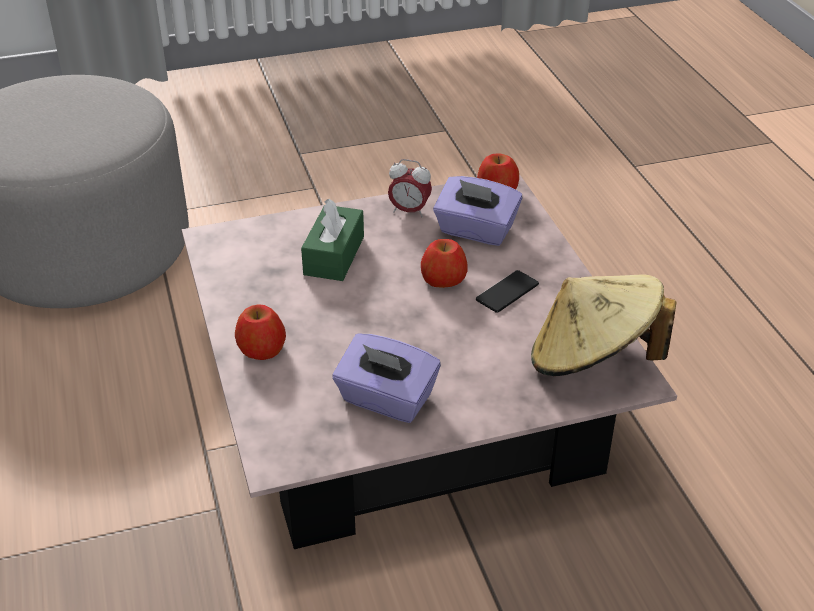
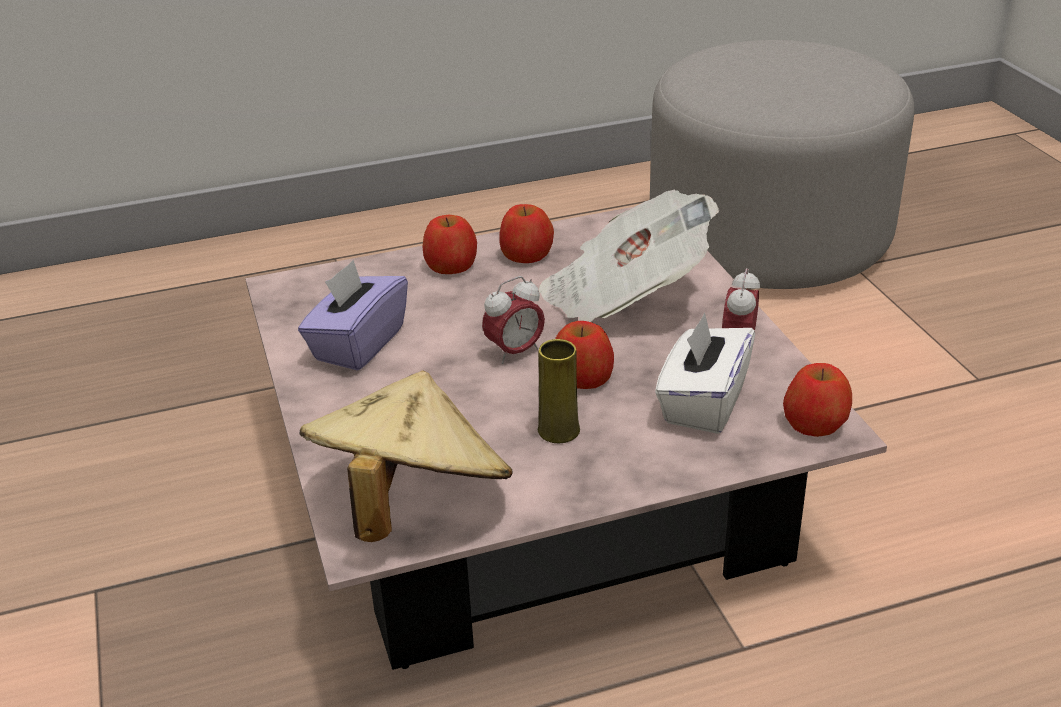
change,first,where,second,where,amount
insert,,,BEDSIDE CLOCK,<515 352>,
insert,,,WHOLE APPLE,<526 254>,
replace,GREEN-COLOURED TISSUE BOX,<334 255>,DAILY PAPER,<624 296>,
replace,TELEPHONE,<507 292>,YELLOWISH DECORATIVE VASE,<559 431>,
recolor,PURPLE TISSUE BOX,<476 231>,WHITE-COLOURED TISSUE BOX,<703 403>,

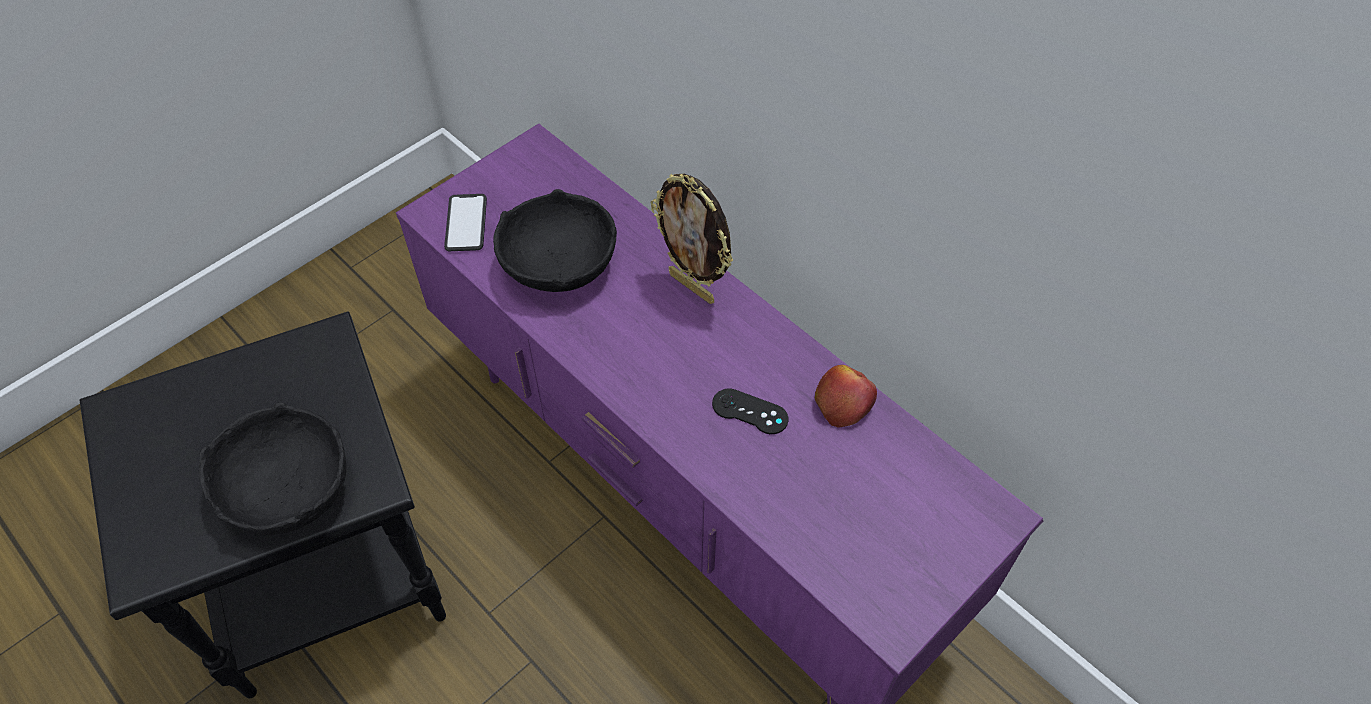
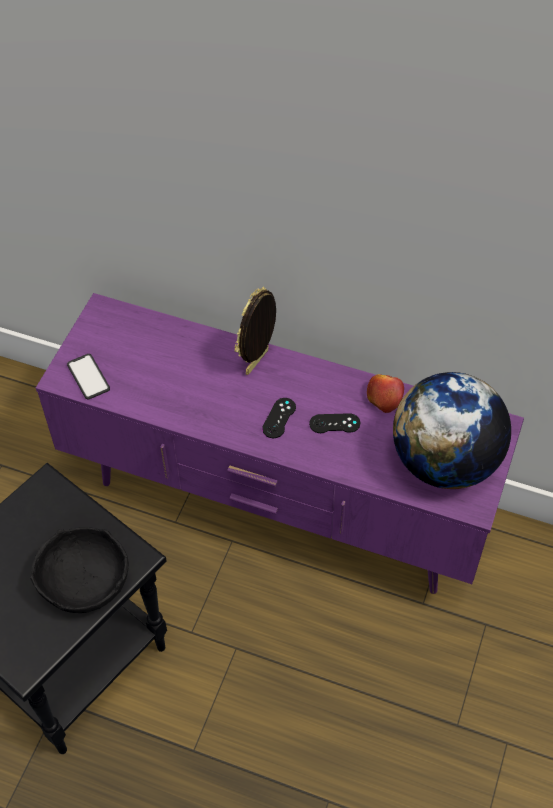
change,first,where,second,where,amount
delete,BLACKISH DEEP DISH,<560 265>,,,
insert,,,BLACKISH GAMEPAD,<279 418>,
insert,,,DESK GLOBE,<444 462>,
rotate,PICTURE FRAME,<693 287>,,<258 362>,105 degrees clockwise

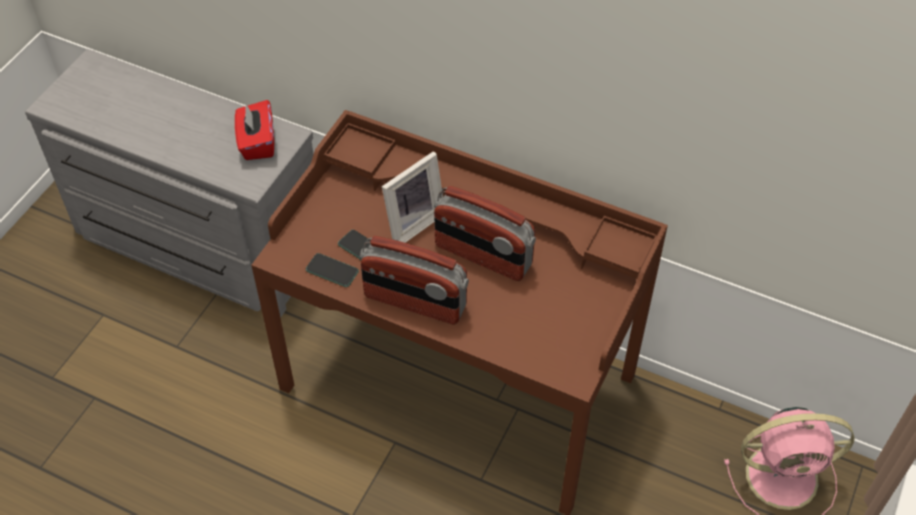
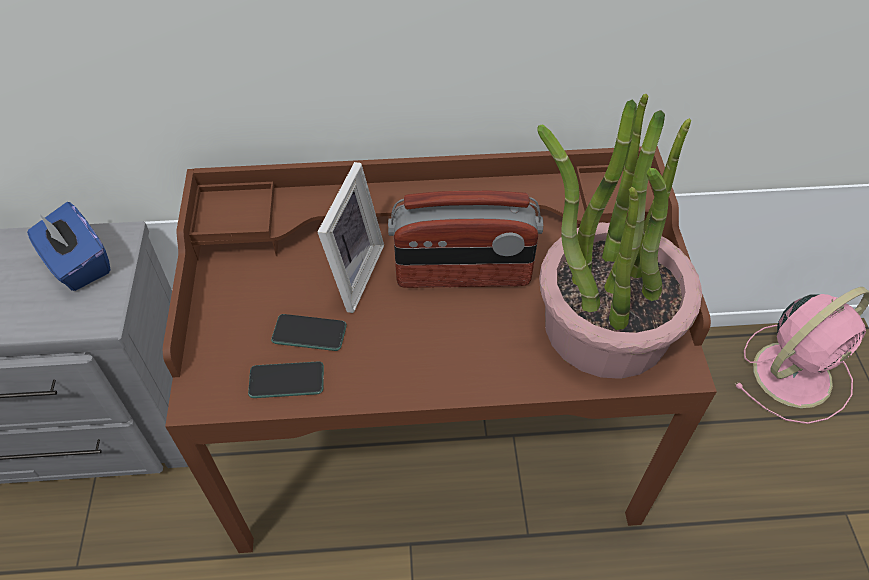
change,first,where,second,where,amount
delete,RADIO SET,<414 302>,,,
insert,,,POTTED PLANT,<604 325>,
recolor,RED TISSUE BOX,<257 143>,BLUISH TISSUE BOX,<78 264>,

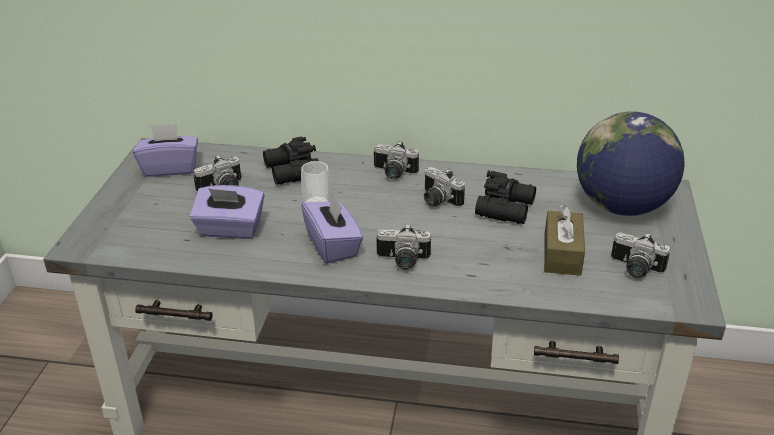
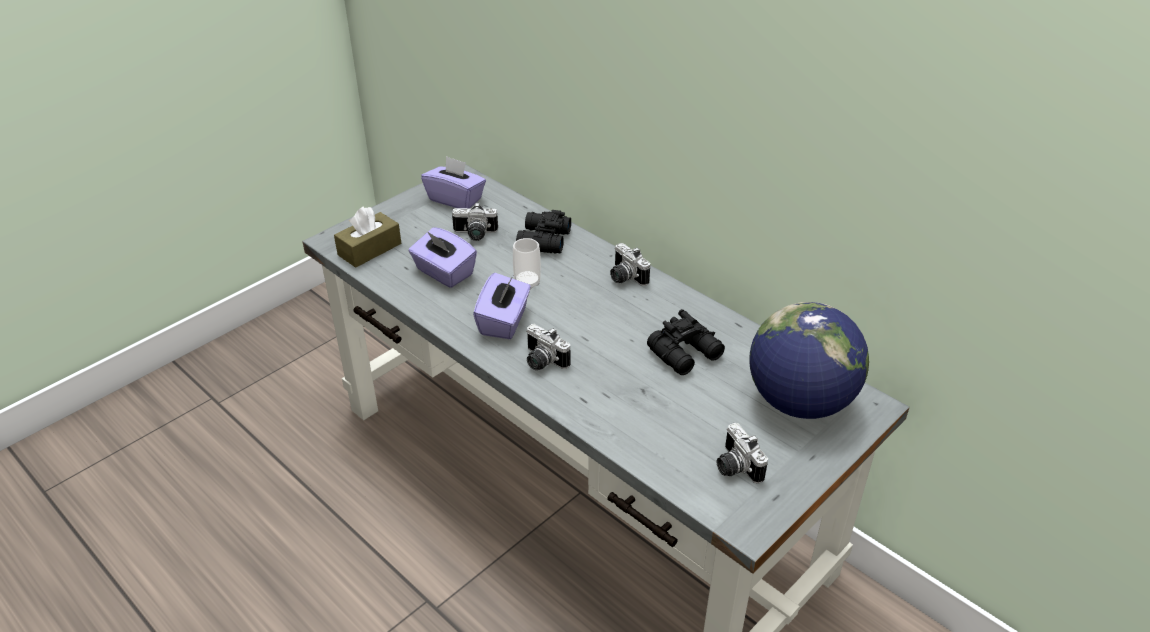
change,first,where,second,where,amount
delete,STILL CAMERA,<437 201>,,,
move,BROWN-COLOURED TISSUE BOX,<562 254>,,<369 249>,

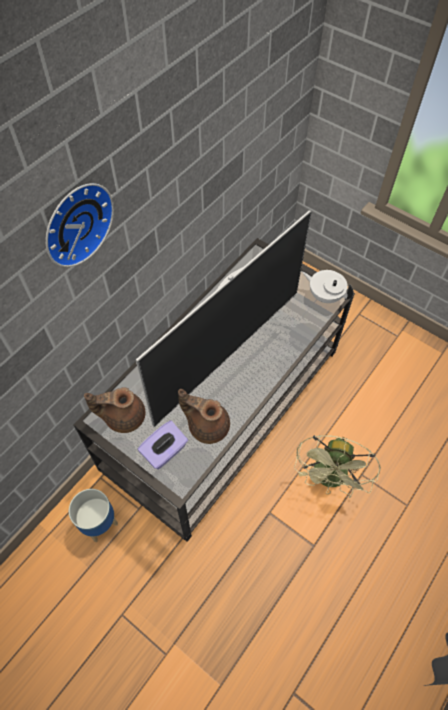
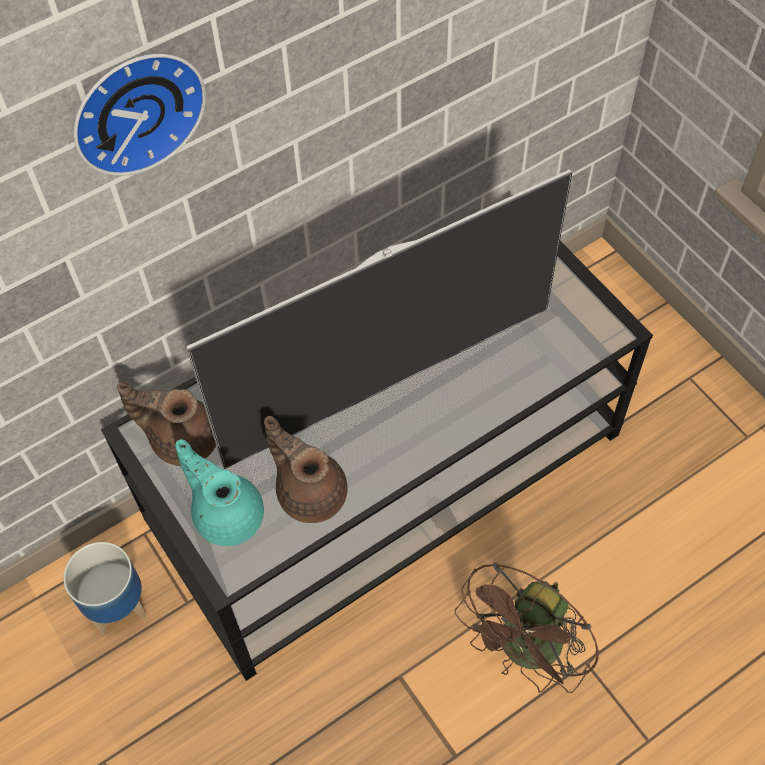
change,first,where,second,where,amount
delete,WHITE-COLOURED TEA POT,<325 295>,,,
replace,PURPLE TISSUE BOX,<165 451>,TURQUOISE-COLOURED TEA POT,<227 514>,
recolor,GREEN-COLOURED ELECTRIC FAN,<330 479>,BROWN-COLOURED ELECTRIC FAN,<526 653>,

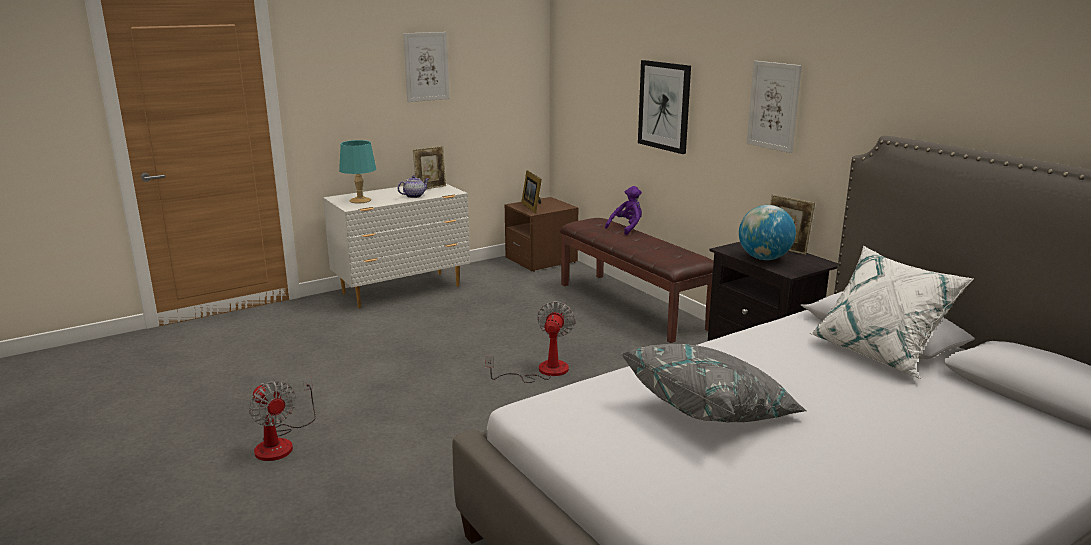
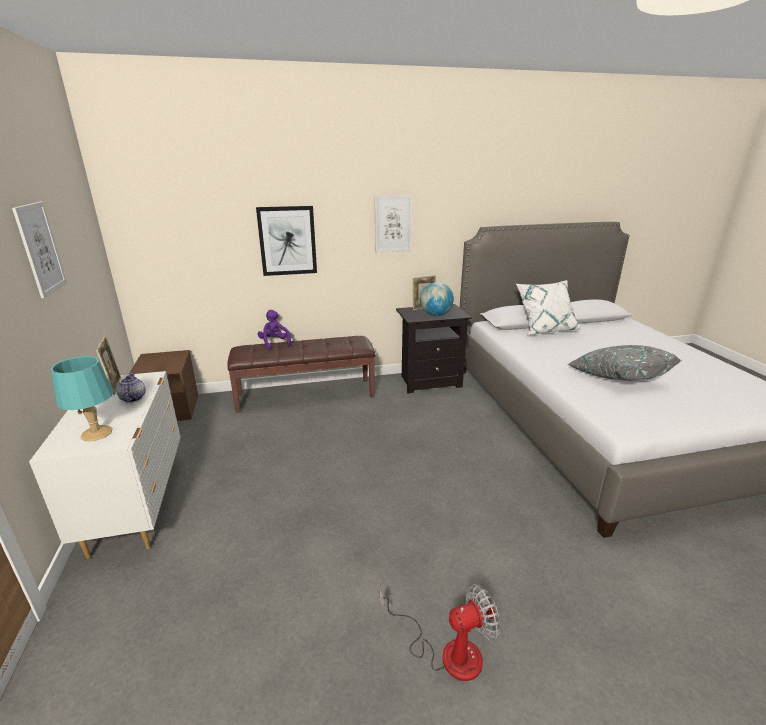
change,first,where,second,where,amount
delete,ELECTRIC FAN,<542 371>,,,
delete,PICTURE FRAME,<533 207>,,,

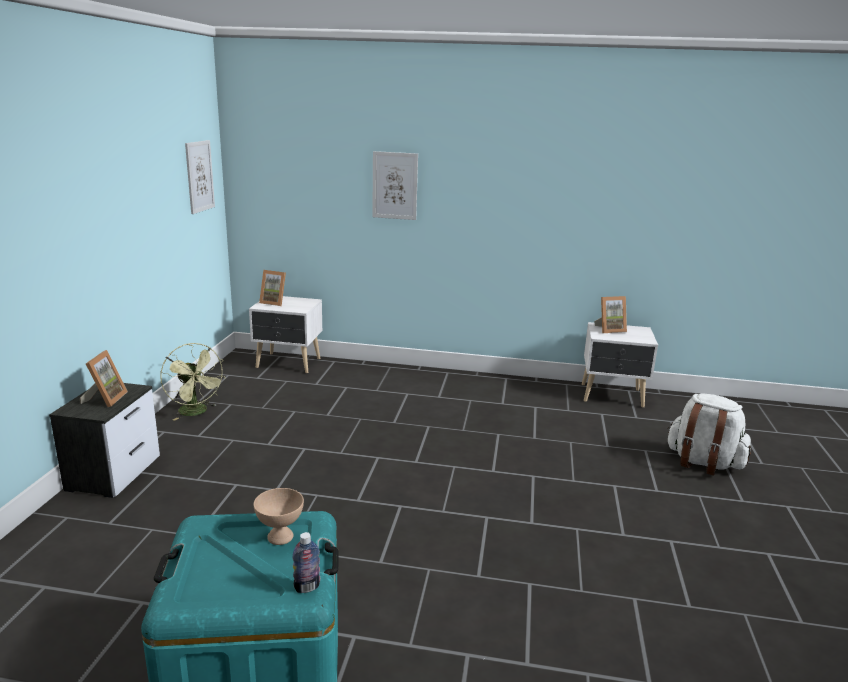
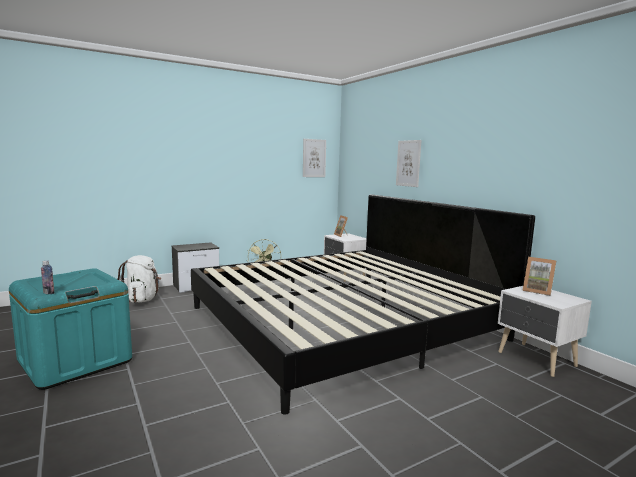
change,first,where,second,where,amount
delete,PICTURE FRAME,<105 399>,,,
delete,BEIGE-COLOURED DEEP DISH,<279 537>,,,
insert,,,BED,<342 322>,
move,WHITE-COLOURED KNAPSACK,<703 463>,,<142 299>,

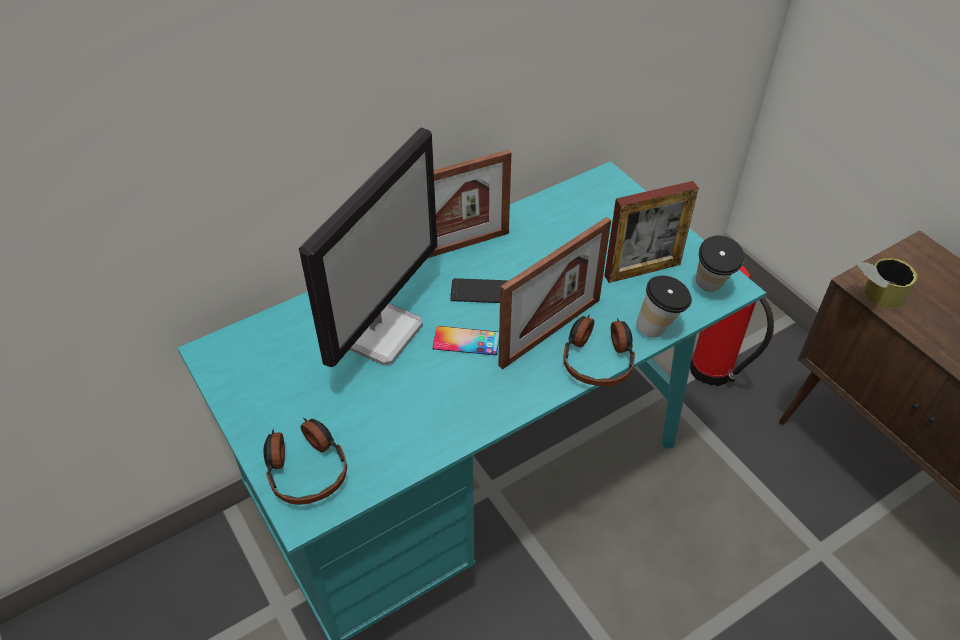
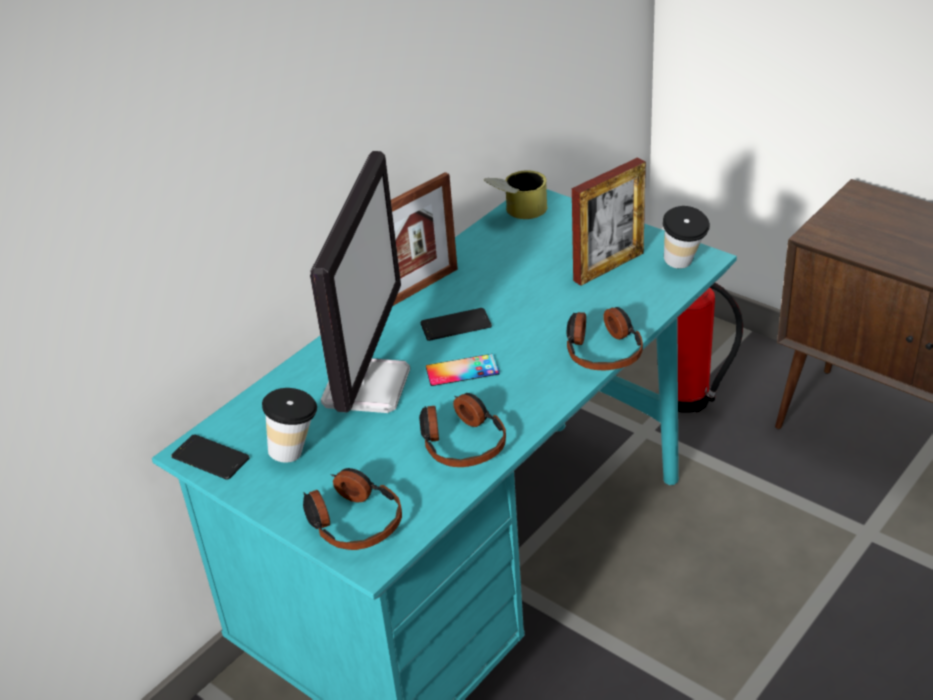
change,first,where,second,where,amount
delete,PICTURE FRAME,<550 332>,,,
insert,,,TELEPHONE,<210 458>,
insert,,,HEADPHONES,<461 442>,
move,DRINKING CUP,<659 328>,,<297 451>,
move,CAN,<874 297>,,<516 213>,

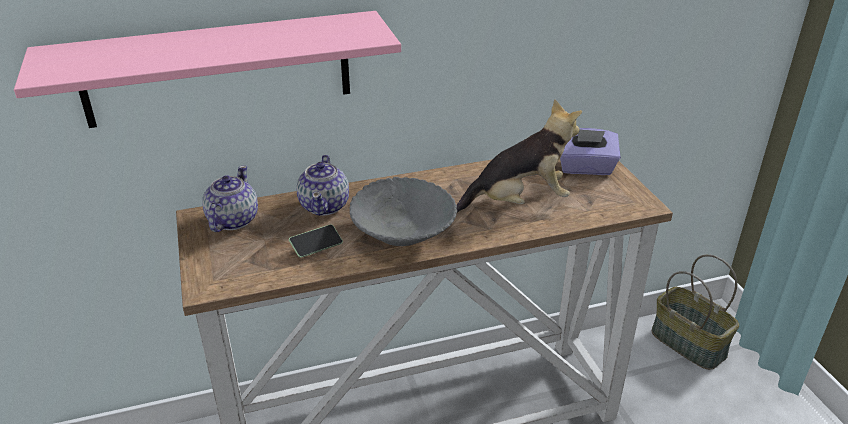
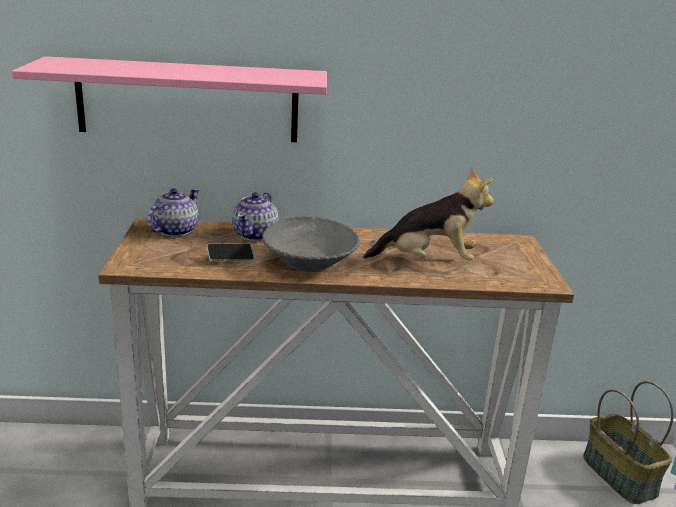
change,first,where,second,where,amount
delete,PURPLE TISSUE BOX,<585 168>,,,

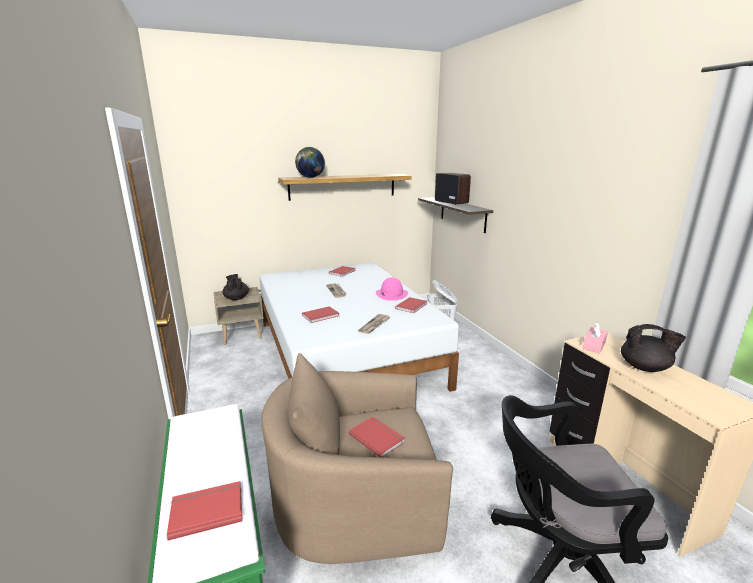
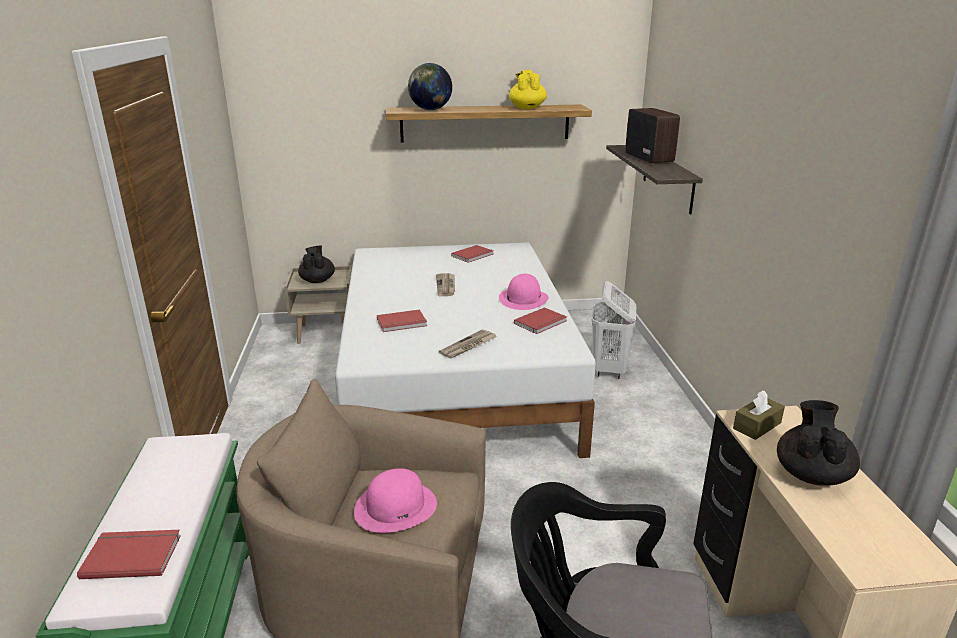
change,first,where,second,where,amount
insert,,,YELLOWISH TEA POT,<527 108>,
replace,RED BOUND BOOK,<377 437>,PINK CLOTHING HAT,<396 506>,
recolor,PINK TISSUE BOX,<594 345>,BROWN-COLOURED TISSUE BOX,<757 426>,
rotate,BLACKISH TEA POT,<645 367>,,<811 474>,105 degrees counterclockwise

